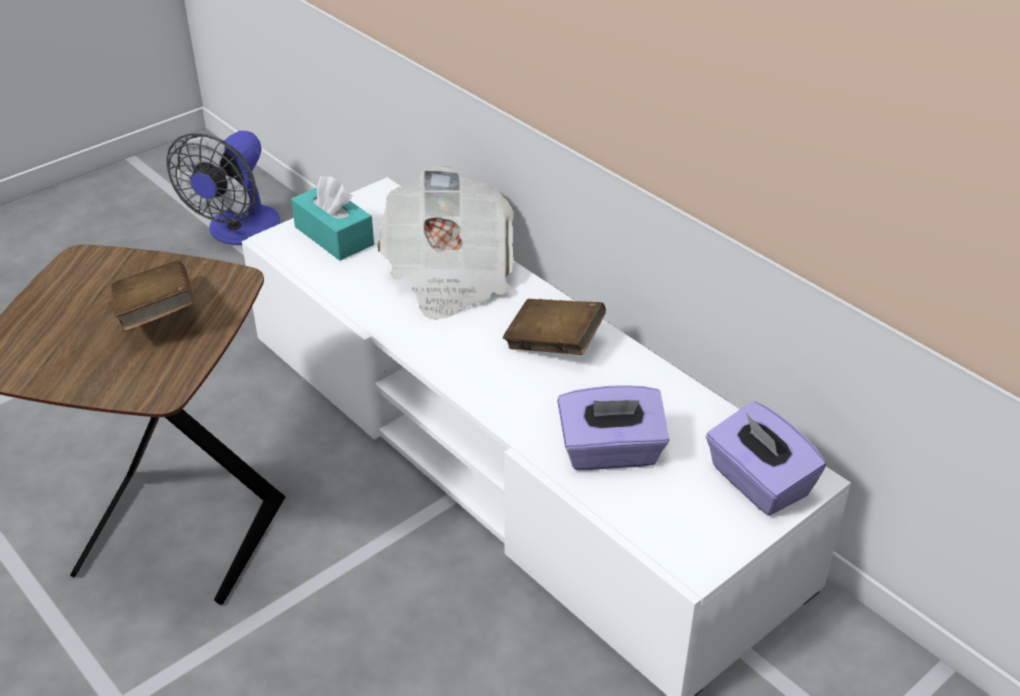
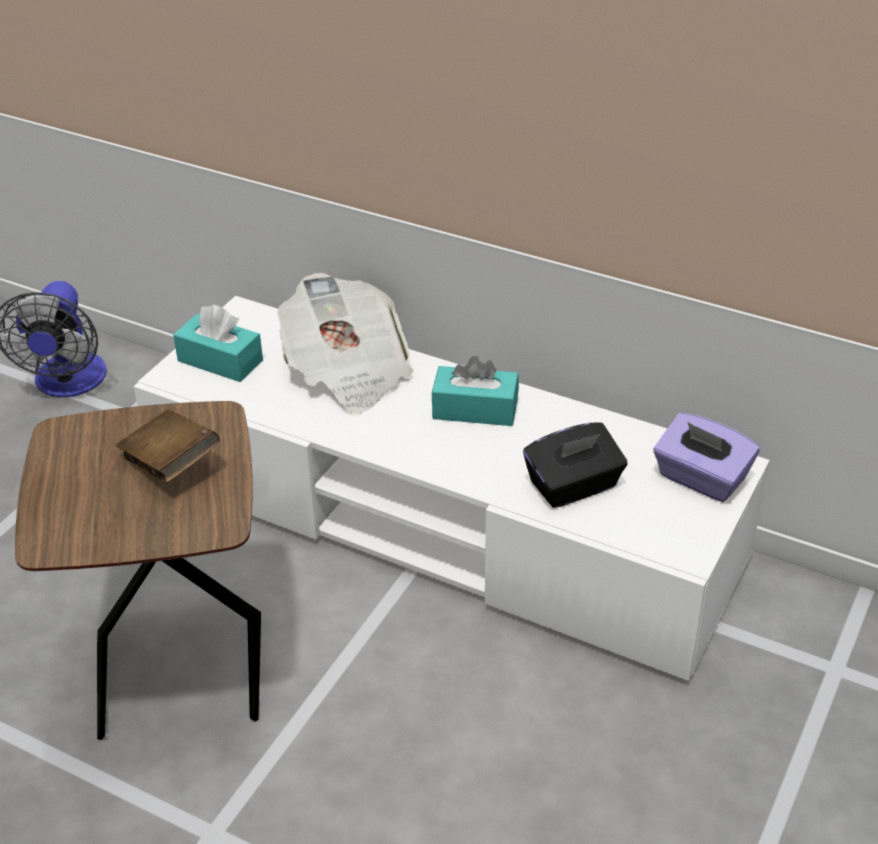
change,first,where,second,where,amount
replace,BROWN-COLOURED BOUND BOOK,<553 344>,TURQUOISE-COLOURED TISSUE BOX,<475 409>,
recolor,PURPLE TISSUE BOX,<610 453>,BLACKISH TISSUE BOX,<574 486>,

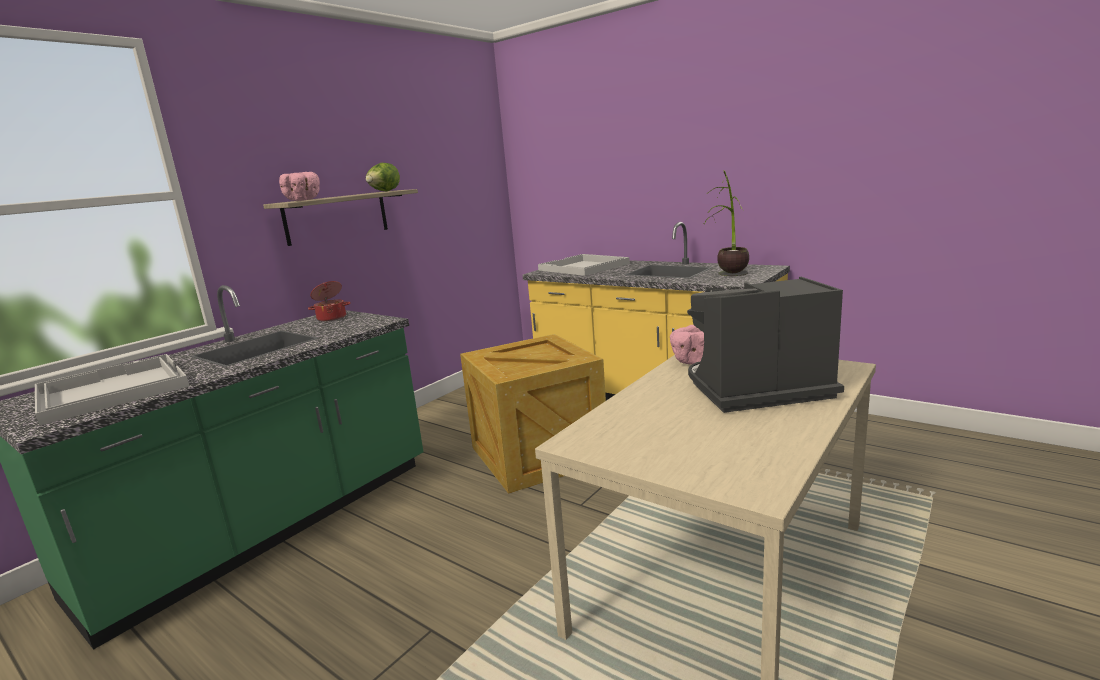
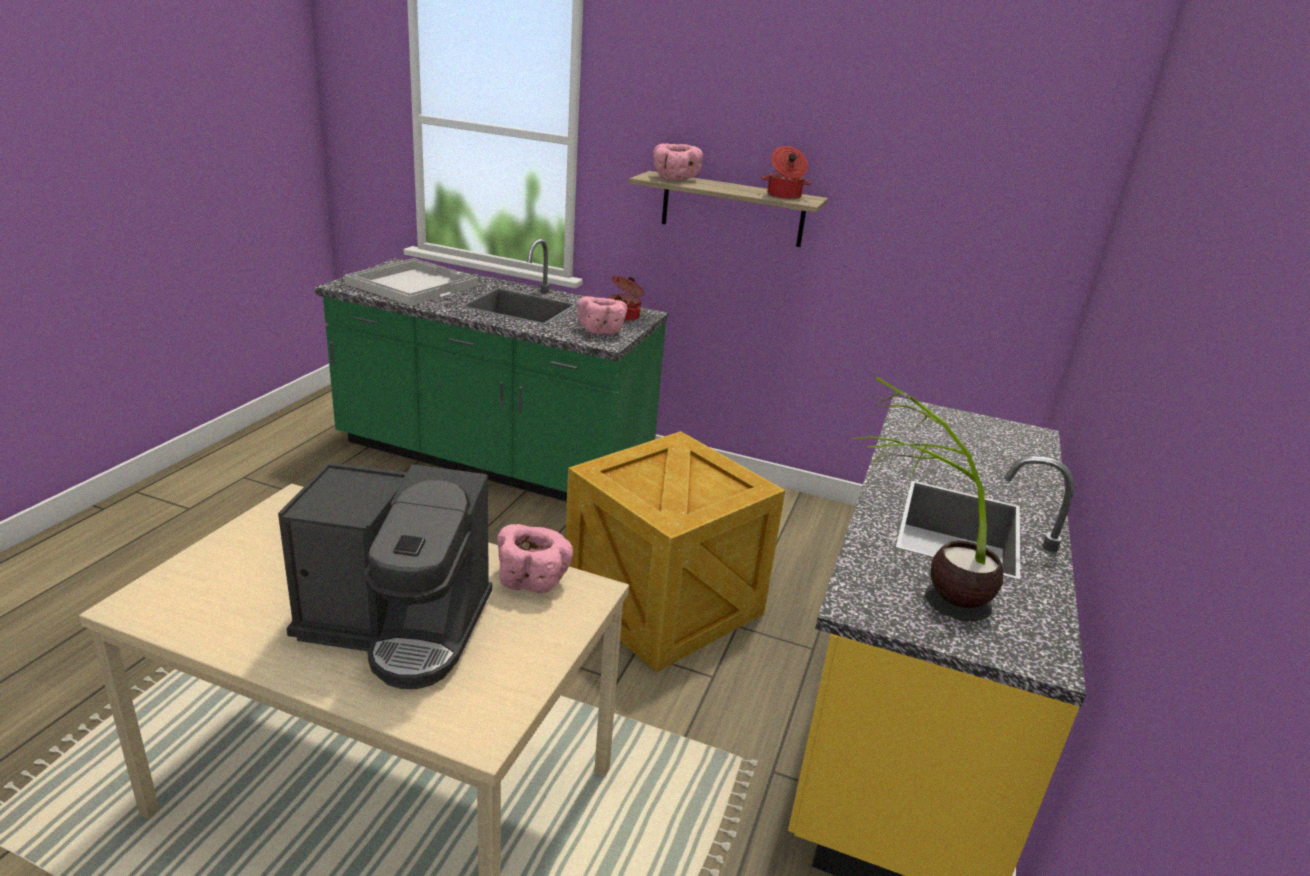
change,first,where,second,where,amount
delete,WHITE-COLOURED CARRYING TRAY,<583 267>,,,
insert,,,PINK DEEP DISH,<601 330>,
replace,LETTUCE HEAD,<384 191>,SAUCEPOT,<784 196>,
rotate,COFFEE BREWER,<755 391>,,<398 626>,120 degrees clockwise

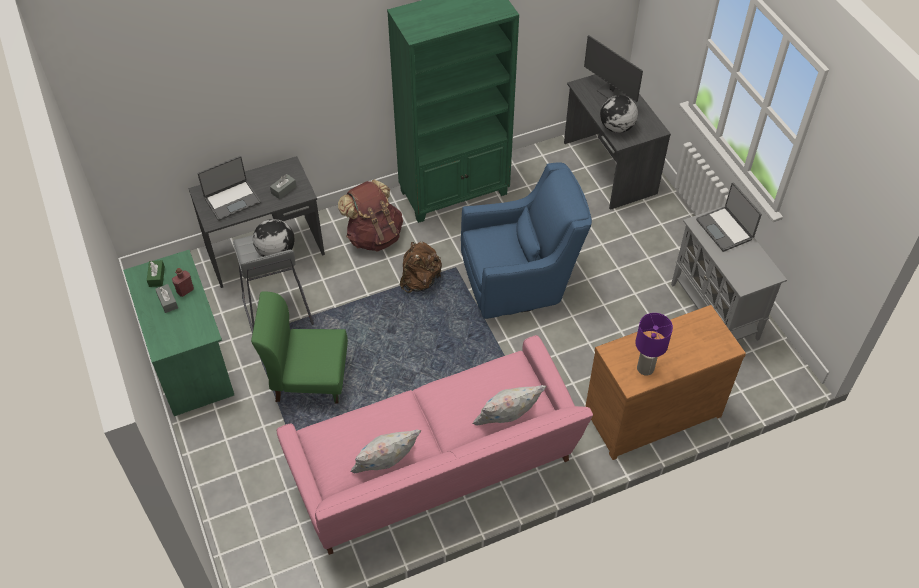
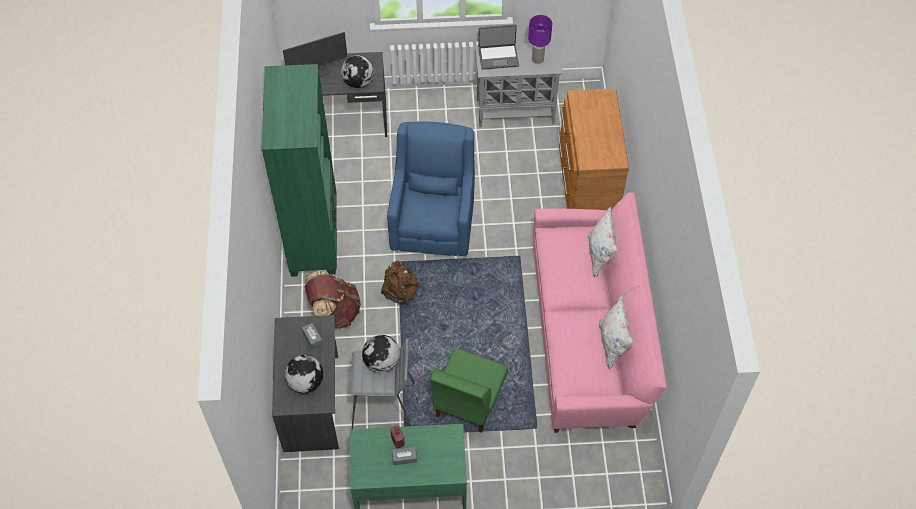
change,first,where,second,where,amount
delete,GREEN-COLOURED TISSUE BOX,<157 277>,,,
move,PURPLE TABLETOP LAMP,<646 369>,,<538 59>,
replace,LAPTOP,<232 200>,DESK GLOBE,<305 382>,

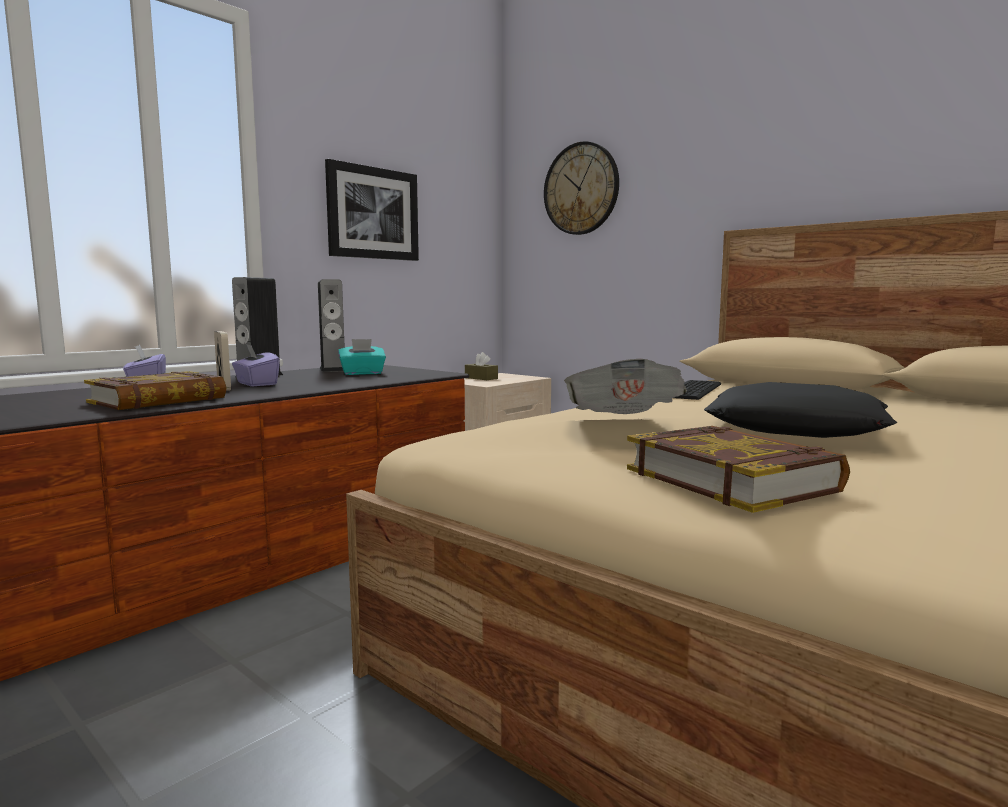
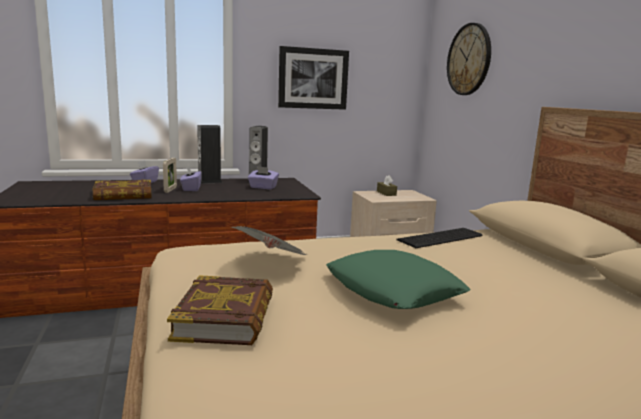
change,first,where,second,where,amount
recolor,TURQUOISE-COLOURED TISSUE BOX,<362 373>,PURPLE TISSUE BOX,<263 187>,
recolor,BLACKISH CUSHION,<796 427>,GREEN-COLOURED CUSHION,<393 290>,

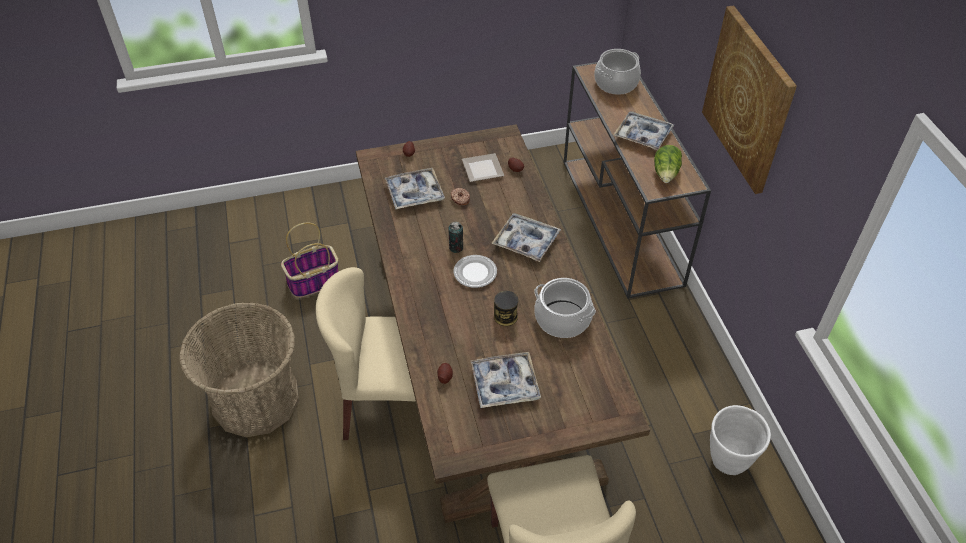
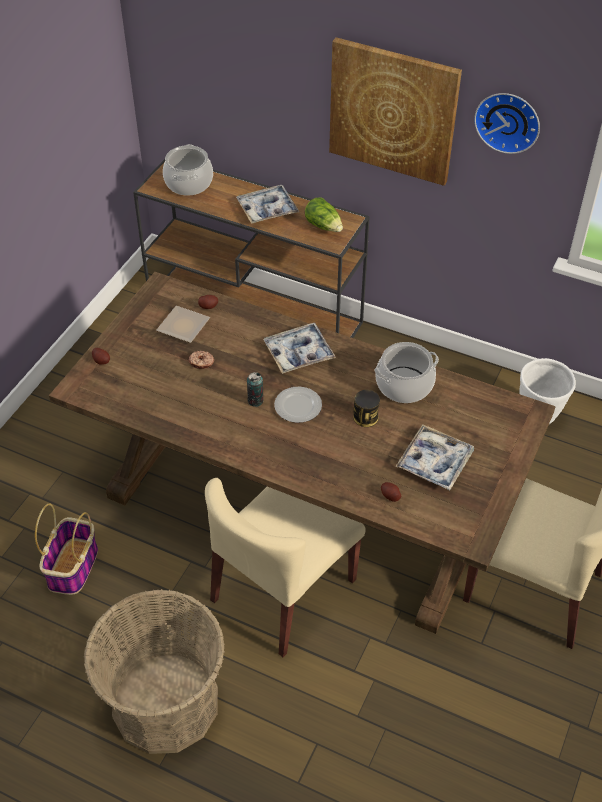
change,first,where,second,where,amount
delete,CARRYING TRAY,<414 193>,,,
insert,,,CLOCK ON THE WALL,<508 121>,

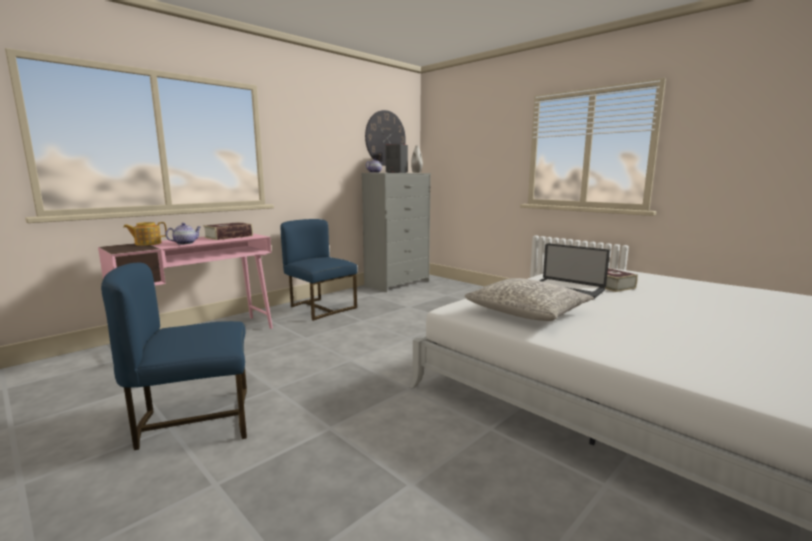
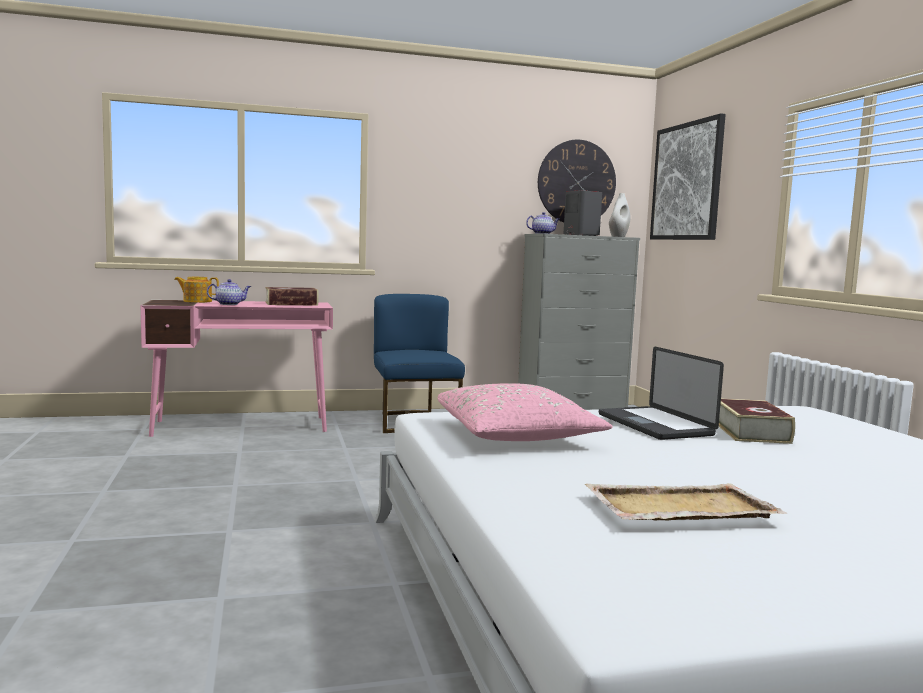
change,first,where,second,where,amount
delete,BLUISH UPRIGHT CHAIR,<195 421>,,,
insert,,,BEIGE-COLOURED CARRYING TRAY,<678 508>,
insert,,,WALL PICTURE,<687 181>,
recolor,GREYISH CUSHION,<528 312>,PINK CUSHION,<517 435>,

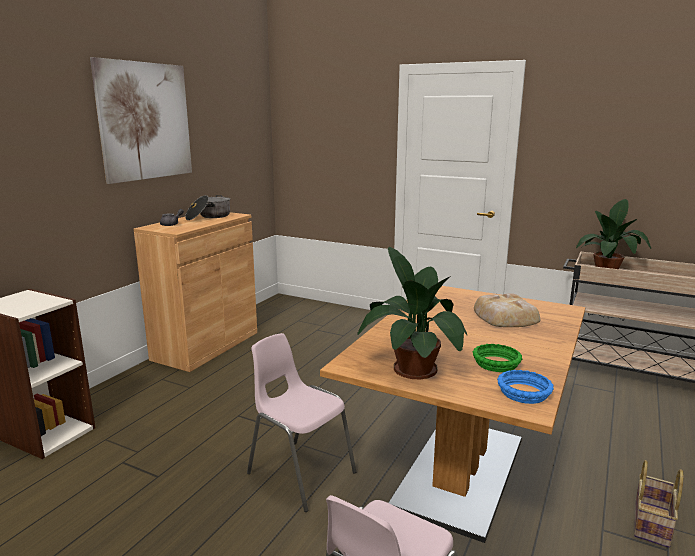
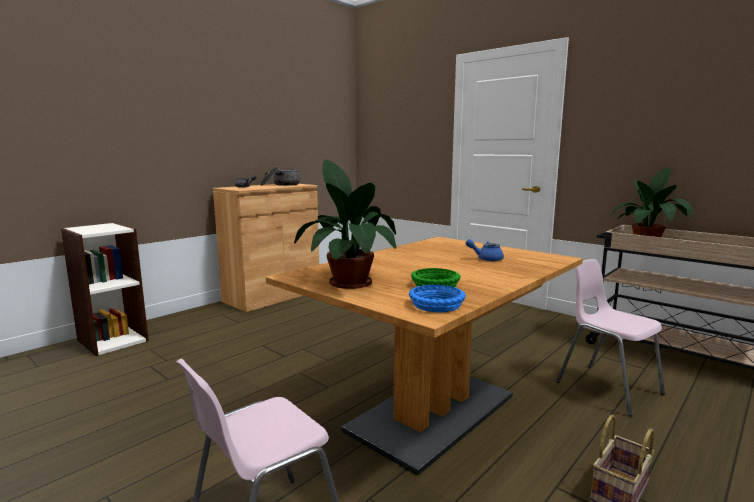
change,first,where,second,where,amount
delete,WALL PICTURE,<145 121>,,,
move,PINK UPRIGHT CHAIR,<300 472>,,<607 387>,
replace,BAKED BREAD,<505 317>,BLUISH TEA POT,<486 259>,

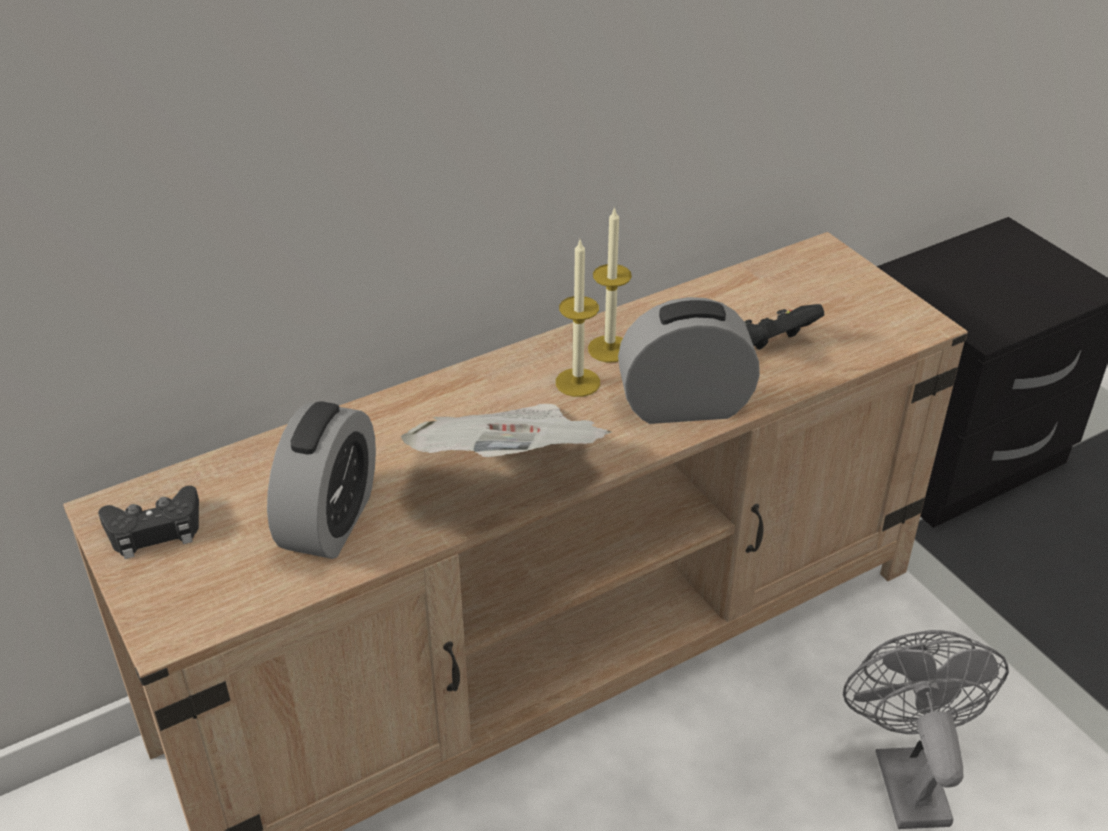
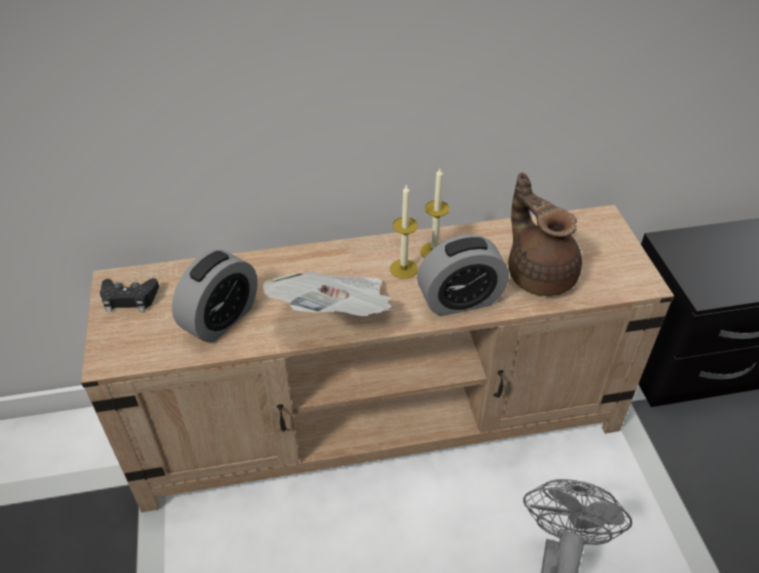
change,first,where,second,where,amount
replace,BLACKISH GAMEPAD,<776 344>,BROWN-COLOURED TEA POT,<539 273>,
rotate,BEDSIDE CLOCK,<684 406>,,<460 300>,150 degrees clockwise

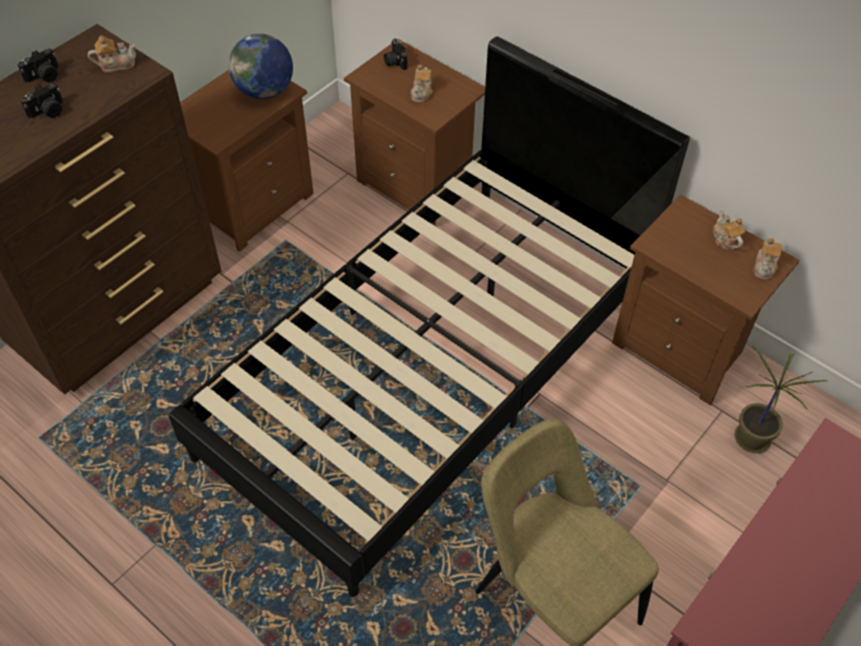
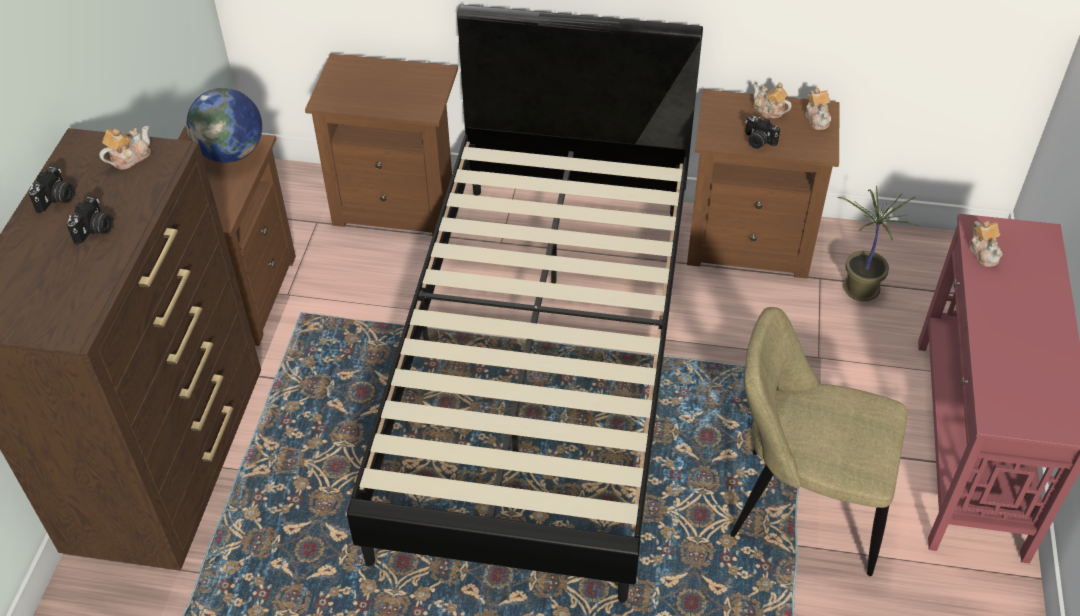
change,first,where,second,where,amount
move,STILL CAMERA,<395 62>,,<758 141>,
move,TEA POT,<422 93>,,<983 253>,

